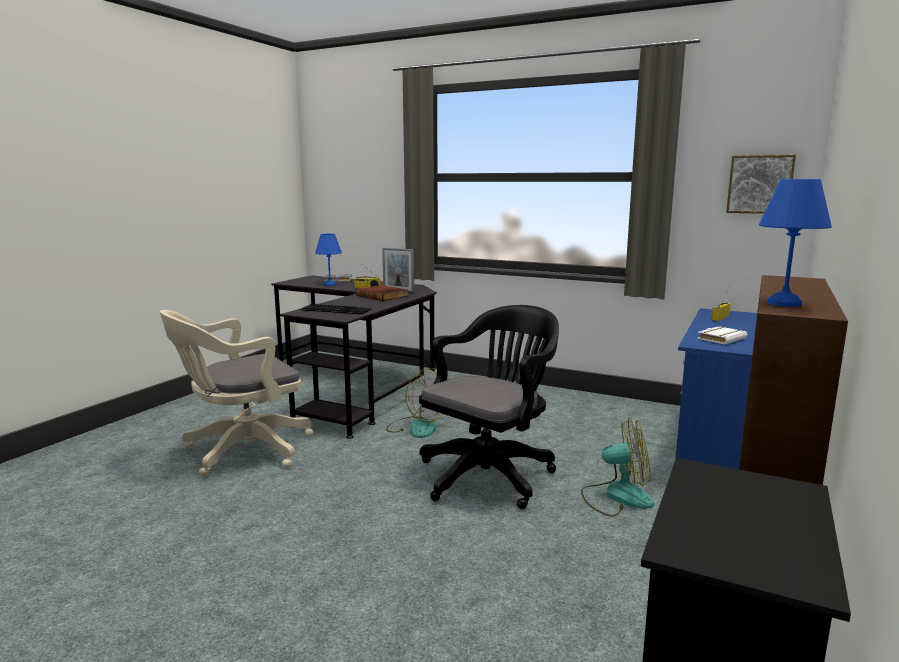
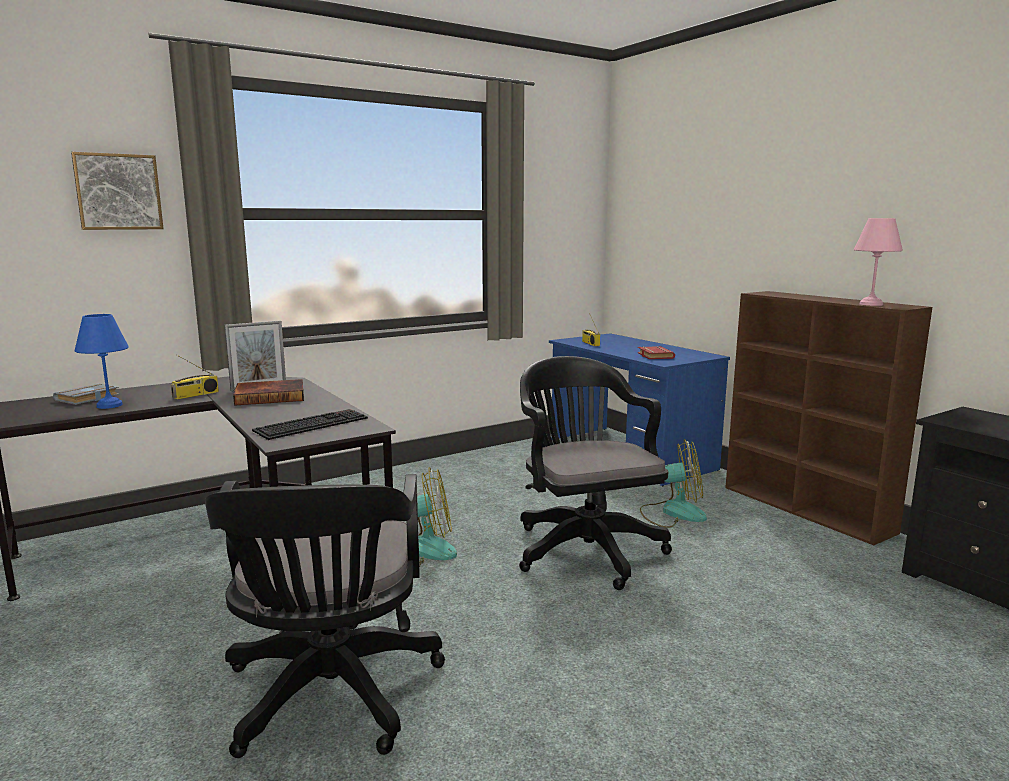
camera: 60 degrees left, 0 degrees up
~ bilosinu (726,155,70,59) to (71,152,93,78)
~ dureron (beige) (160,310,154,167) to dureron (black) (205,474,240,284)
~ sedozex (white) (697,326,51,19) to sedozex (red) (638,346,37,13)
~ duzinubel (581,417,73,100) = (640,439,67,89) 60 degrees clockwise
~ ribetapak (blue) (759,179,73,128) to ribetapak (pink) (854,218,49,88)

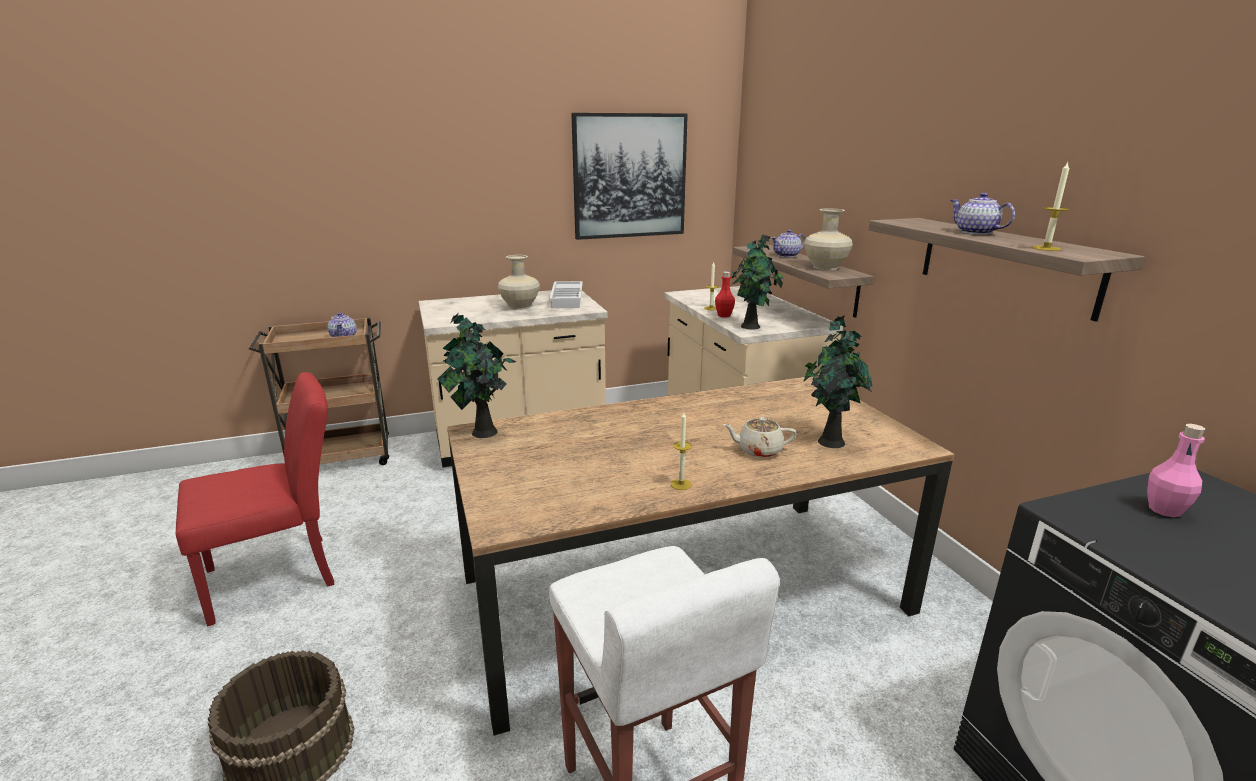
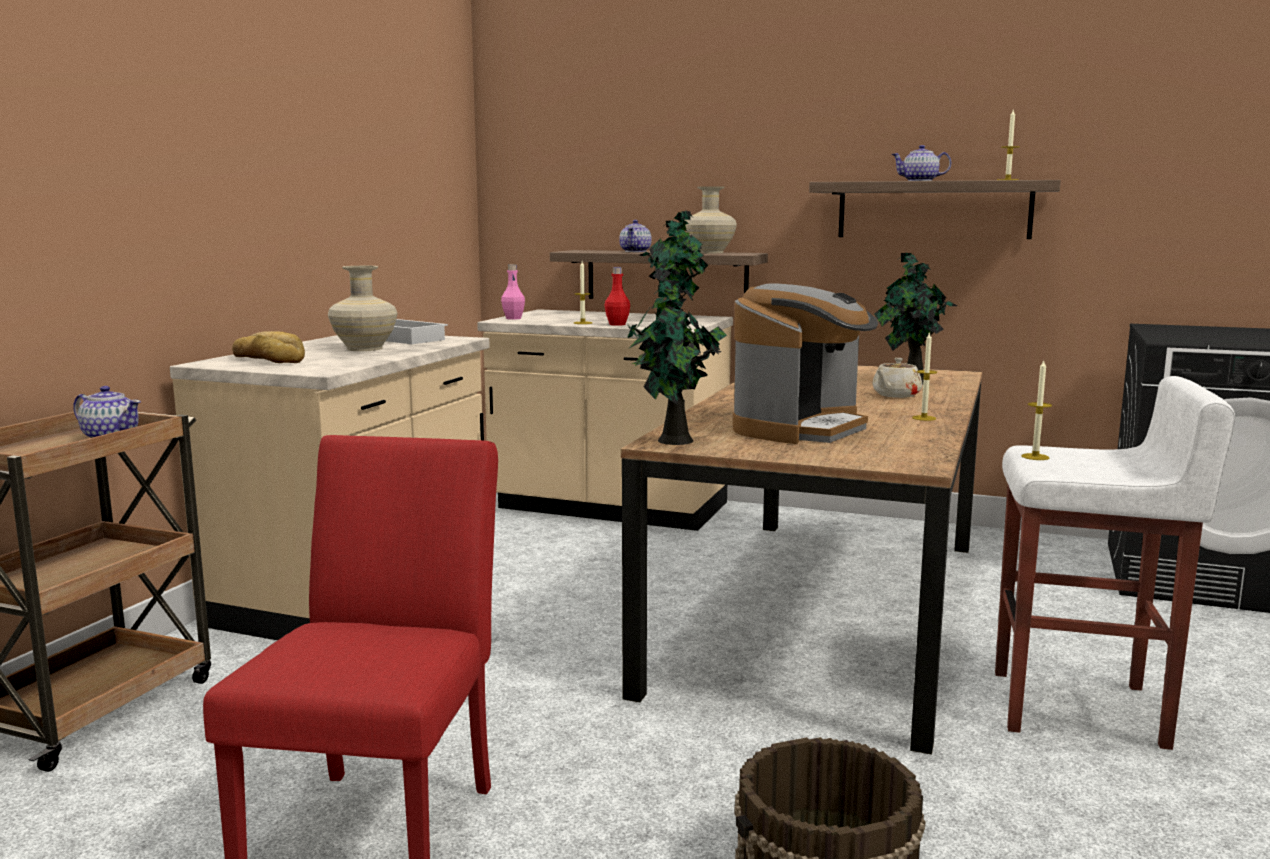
camera: 50 degrees left, 10 degrees down
+ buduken (232,331,73,32)
~ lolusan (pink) (1147,424,58,93) to (501,264,24,56)
+ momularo (733,283,145,161)
+ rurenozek (1021,361,31,99)
- bilosinu (571,113,117,127)

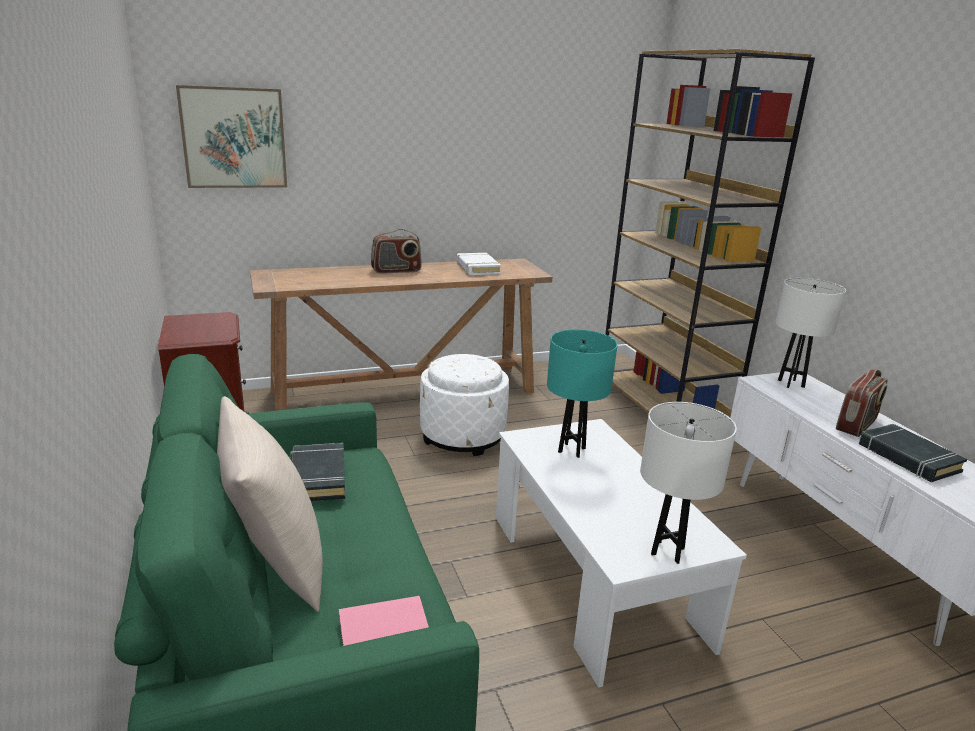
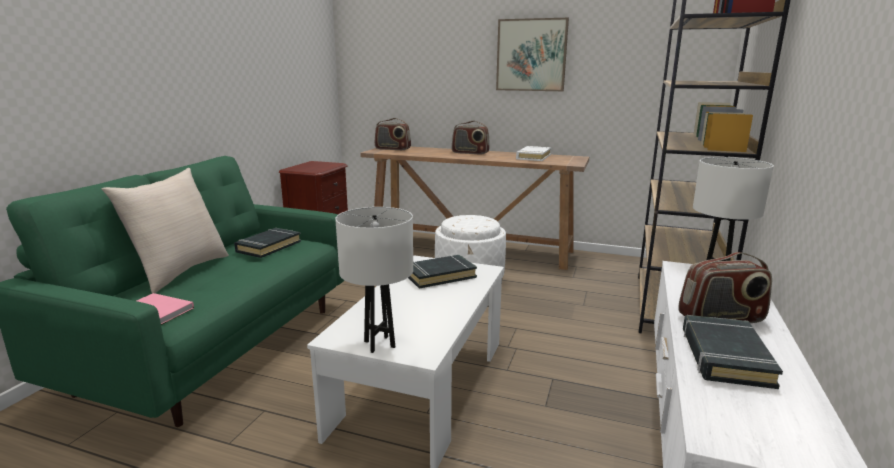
camera: 40 degrees right, 5 degrees down
+ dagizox (375,118,36,32)
~ ribetapak (turquoise) (547,329,71,129) to sedozex (black) (408,255,69,34)
~ bilosinu (176,85,111,103) to (496,18,73,73)

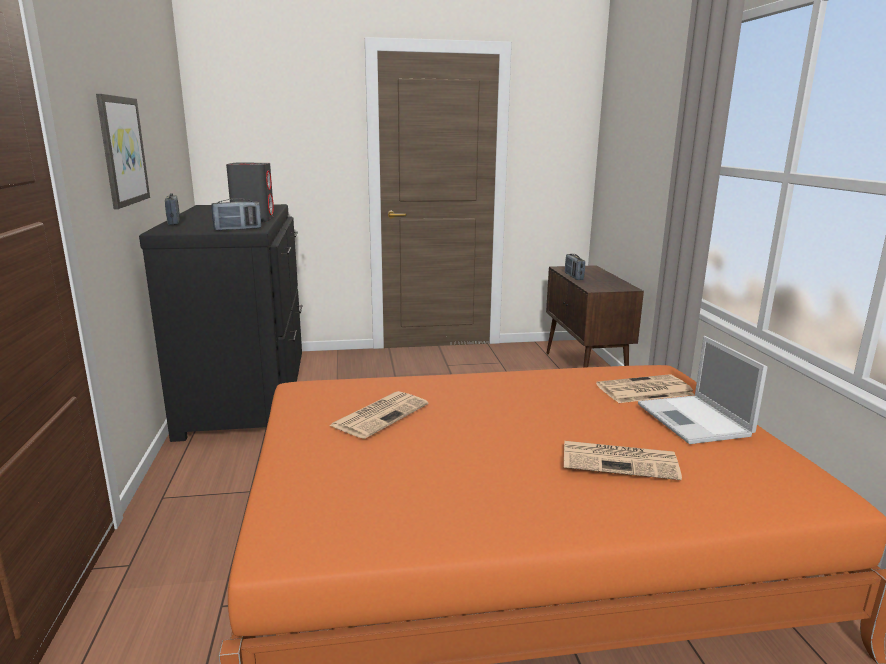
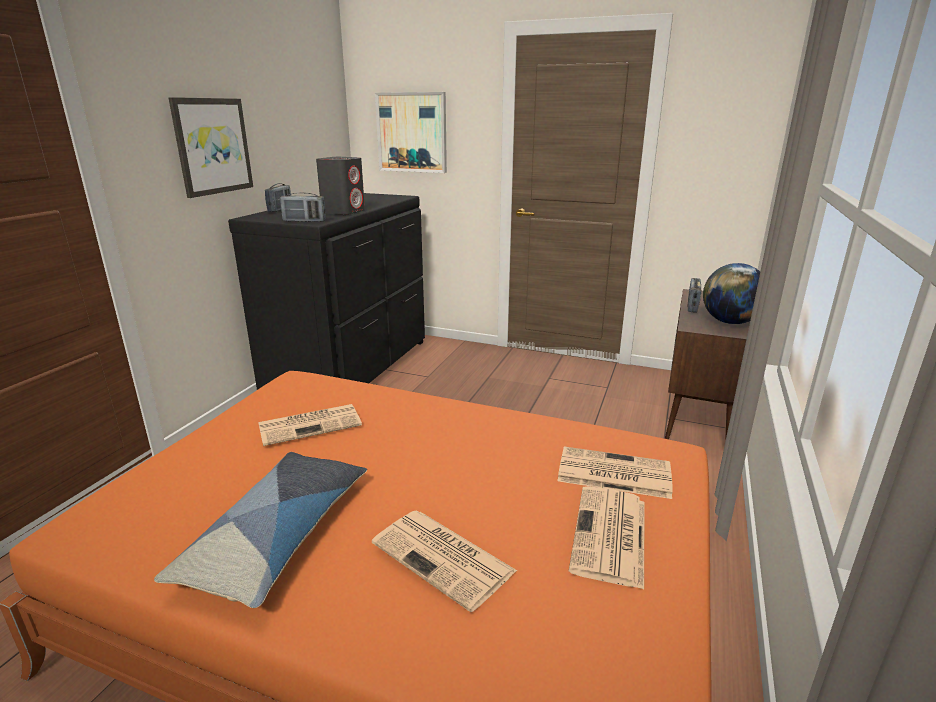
camera: 30 degrees right, 5 degrees up
+ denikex (154,452,213,156)
+ bilosinu (375,92,72,81)
~ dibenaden (638,336,130,108) to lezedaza (569,486,76,103)
+ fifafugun (703,263,57,61)

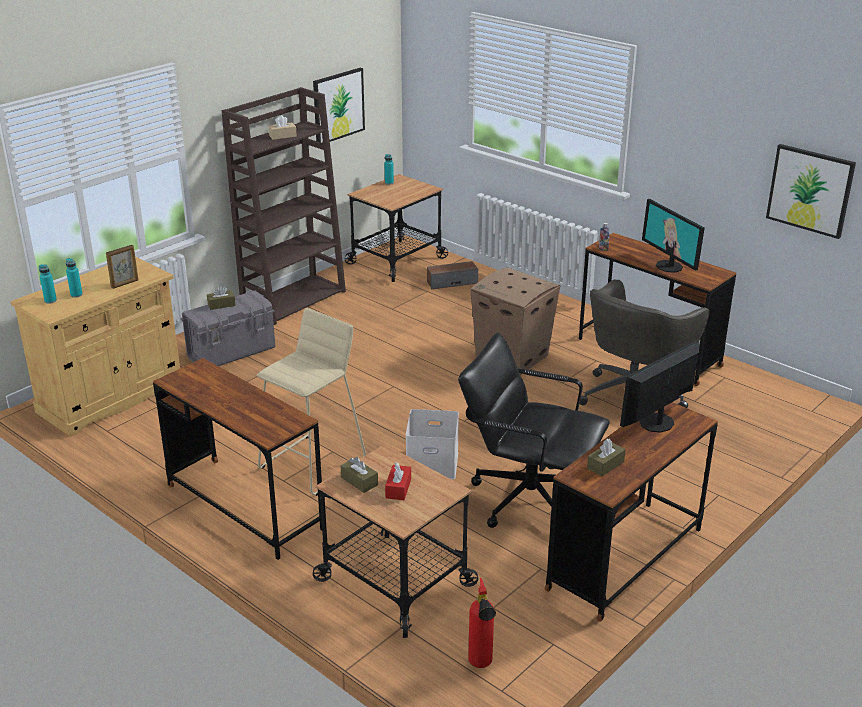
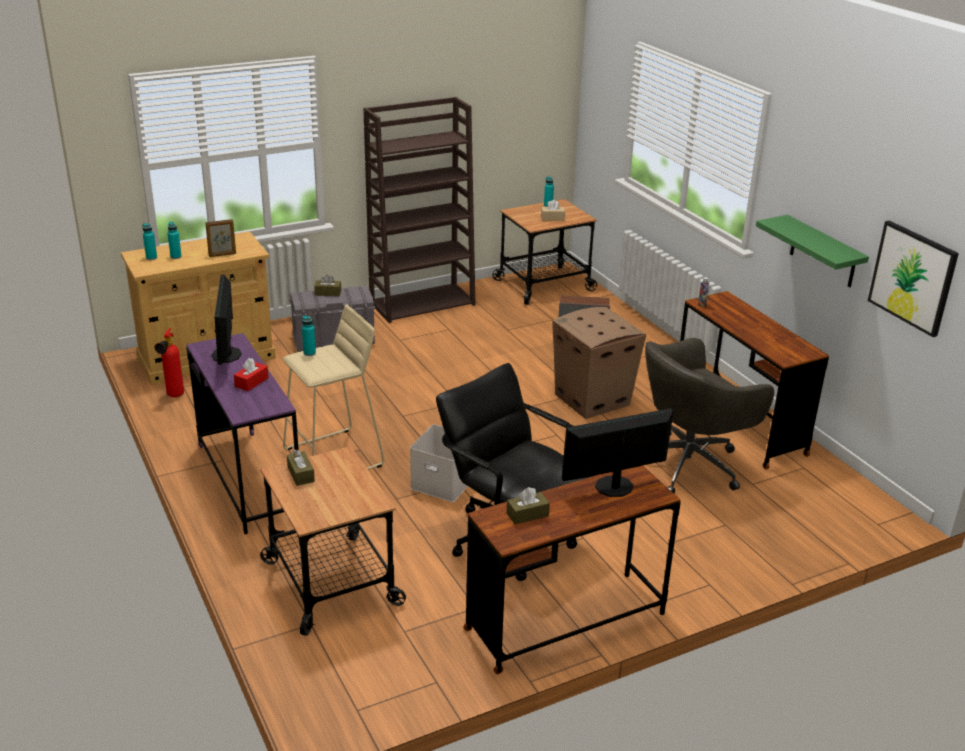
camera: 20 degrees right, 0 degrees up
~ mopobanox (468,578,28,90) to (155,328,29,69)
~ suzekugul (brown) (153,358,169,202) to suzekugul (purple) (186,333,113,201)
~ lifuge (642,199,63,74) to (211,274,31,91)
~ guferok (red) (385,462,26,38) to (234,358,35,33)
+ lolusan (turquoise) (302,316,14,40)
~ guferok (beige) (269,115,28,25) to (541,200,24,21)
+ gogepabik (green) (756,215,113,72)
- bilosinu (313,68,52,75)

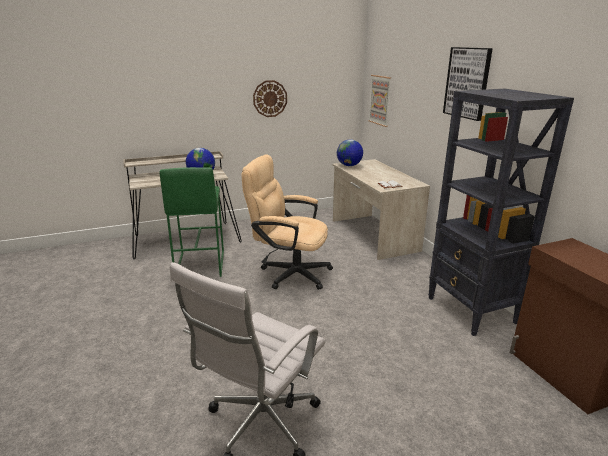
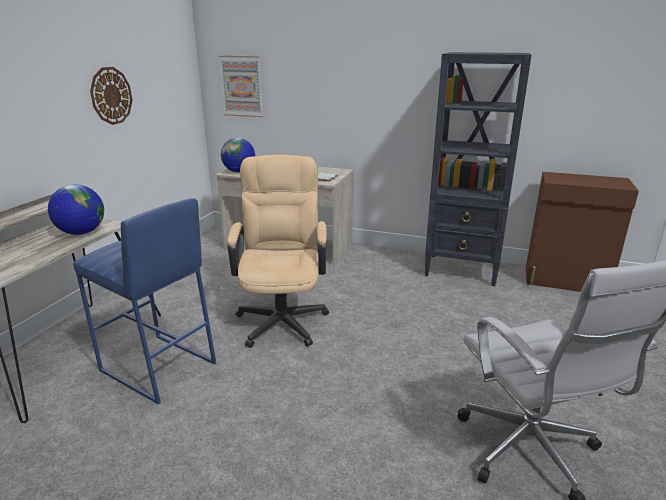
camera: 50 degrees left, 0 degrees up
~ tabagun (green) (159,167,65,110) to tabagun (blue) (73,198,143,206)
~ dureron (beige) (242,154,91,136) = (227,155,102,193) 120 degrees clockwise
- bilosinu (443,47,50,74)

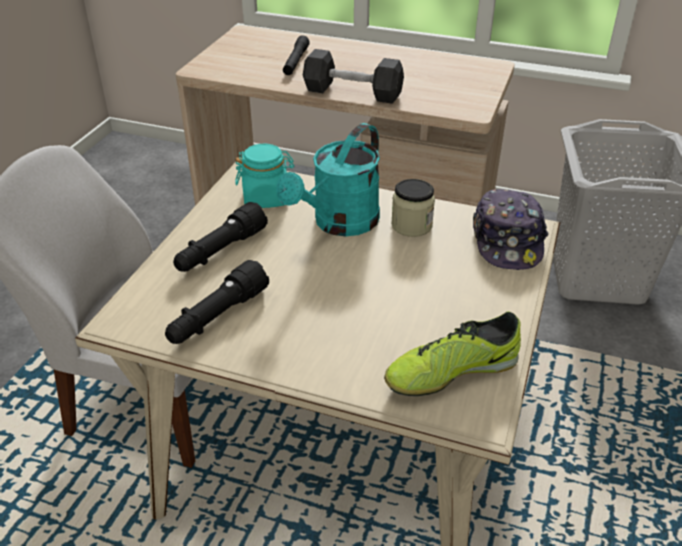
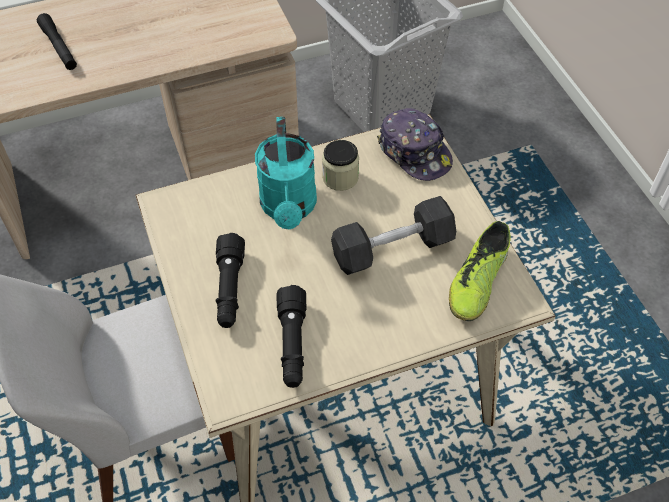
camera: 40 degrees left, 15 degrees up
~ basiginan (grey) (303,49,101,55) to (331,196,125,79)
- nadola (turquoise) (235,143,59,65)

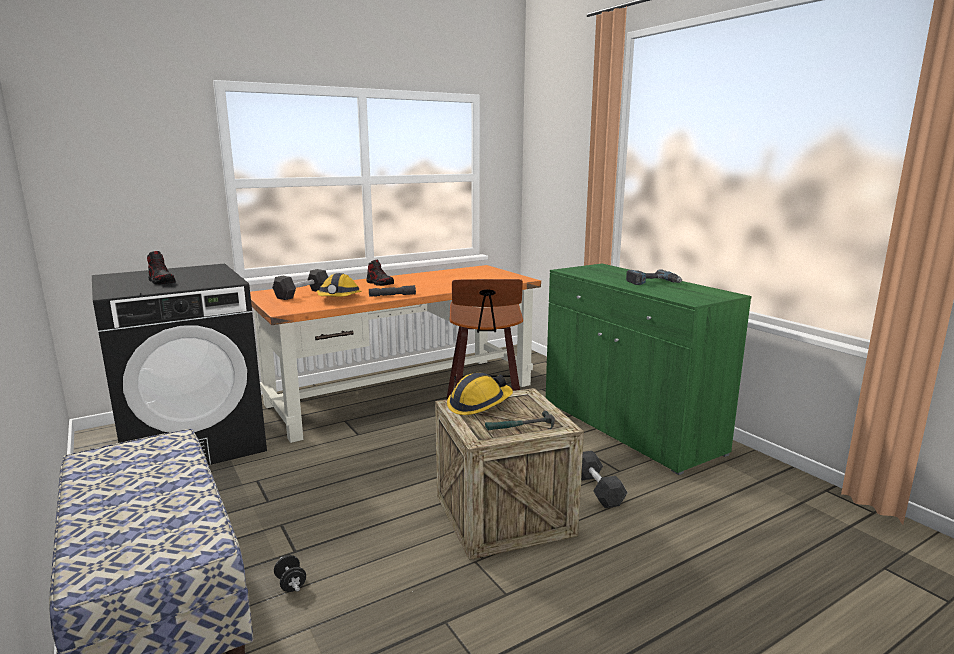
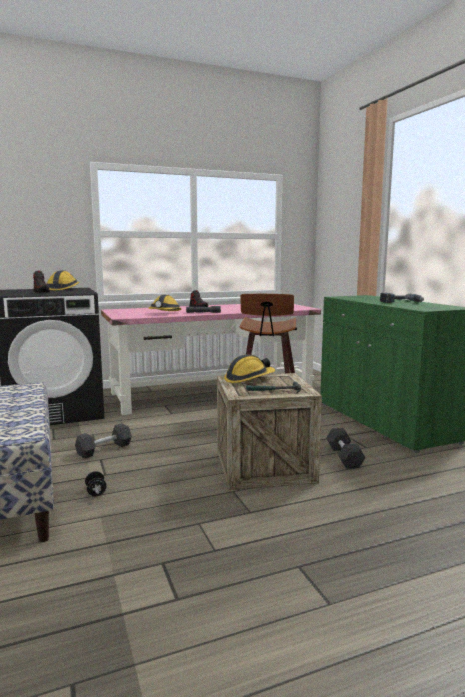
camera: 10 degrees right, 5 degrees down
+ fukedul (46,270,34,20)
~ basiginan (black) (272,269,57,31) to (75,423,57,36)
~ suzekugul (orange) (250,265,291,178) to suzekugul (pink) (101,304,220,111)

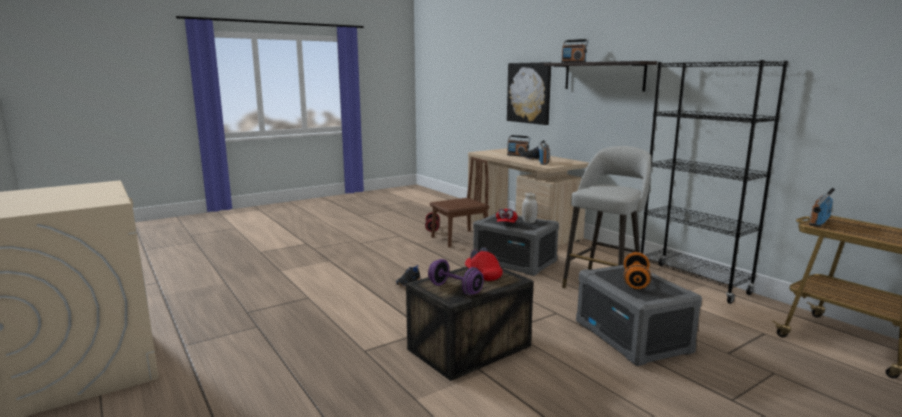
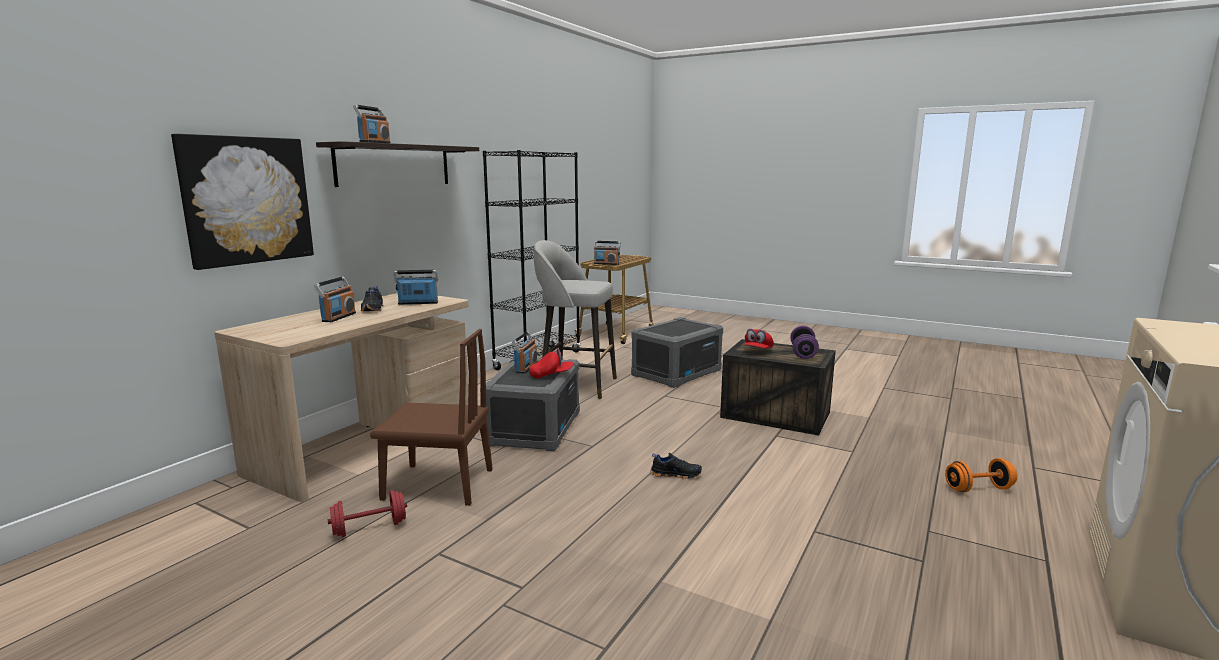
camera: 115 degrees left, 0 degrees up
~ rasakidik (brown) (430,157,59,90) = (370,329,123,177) 150 degrees clockwise
~ nadola (white) (522,193,16,30) to dagizox (512,331,25,43)
~ basiginan (orange) (624,252,27,37) to (945,458,72,35)

